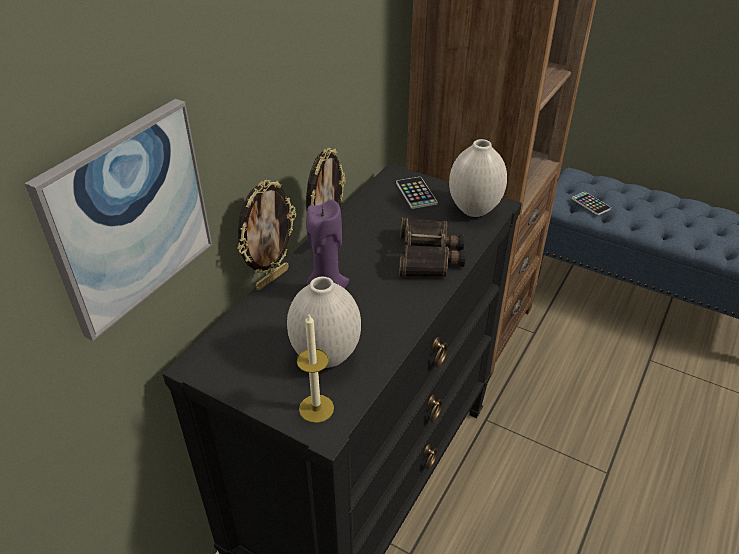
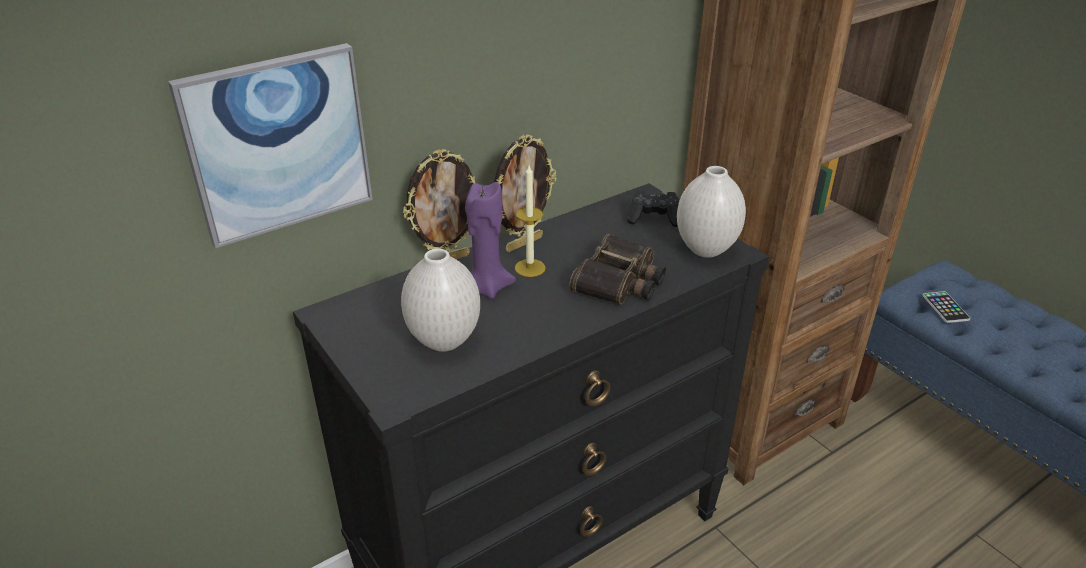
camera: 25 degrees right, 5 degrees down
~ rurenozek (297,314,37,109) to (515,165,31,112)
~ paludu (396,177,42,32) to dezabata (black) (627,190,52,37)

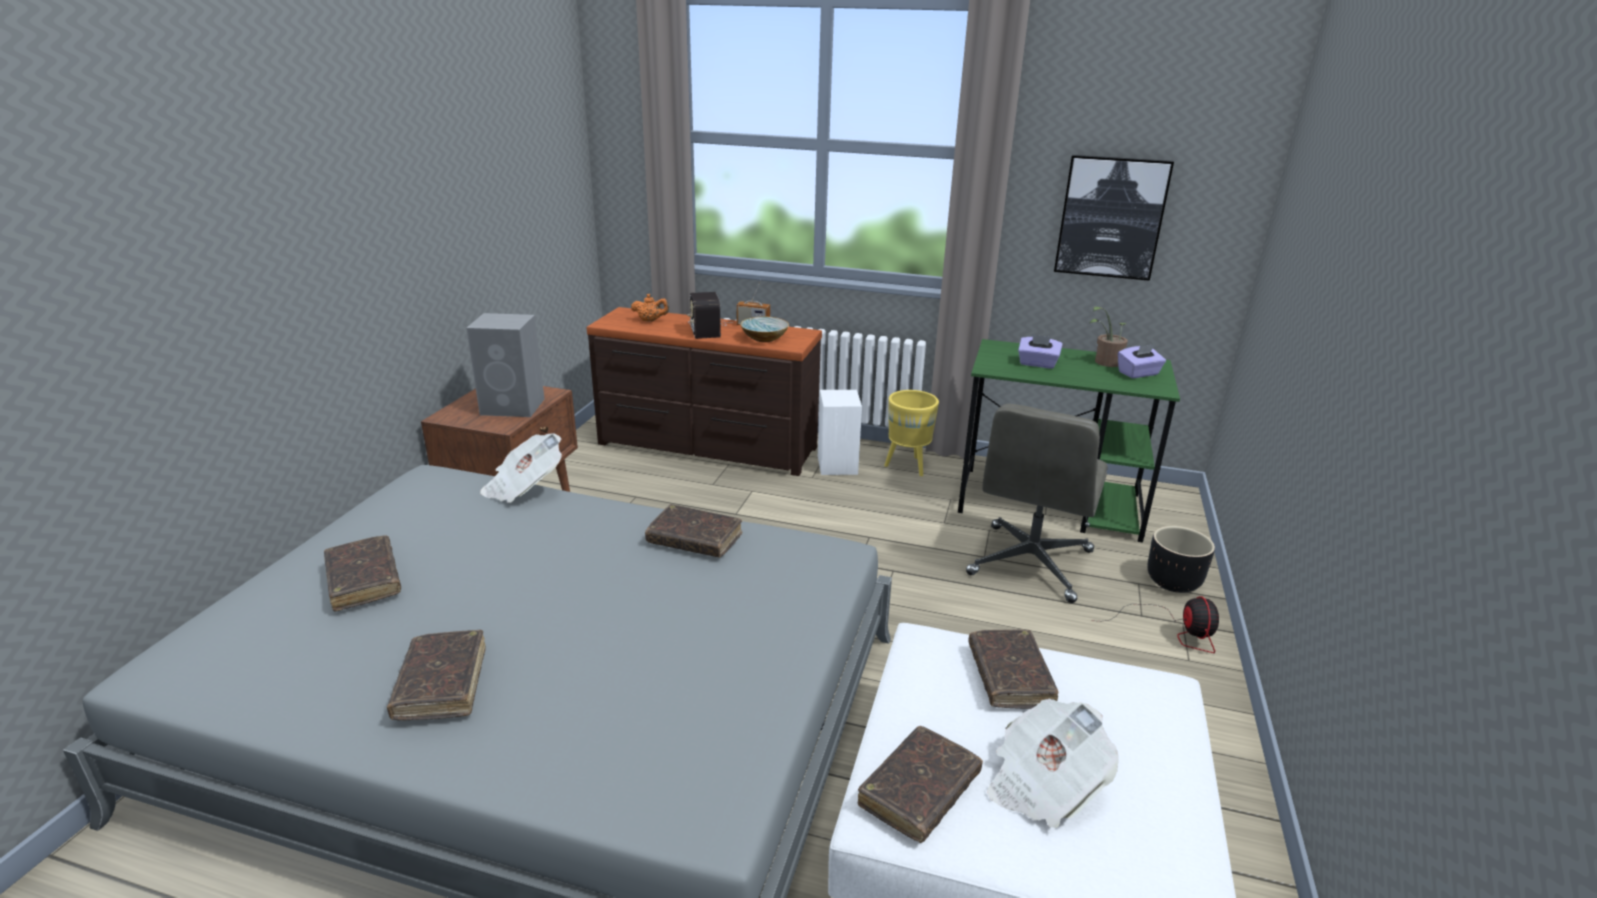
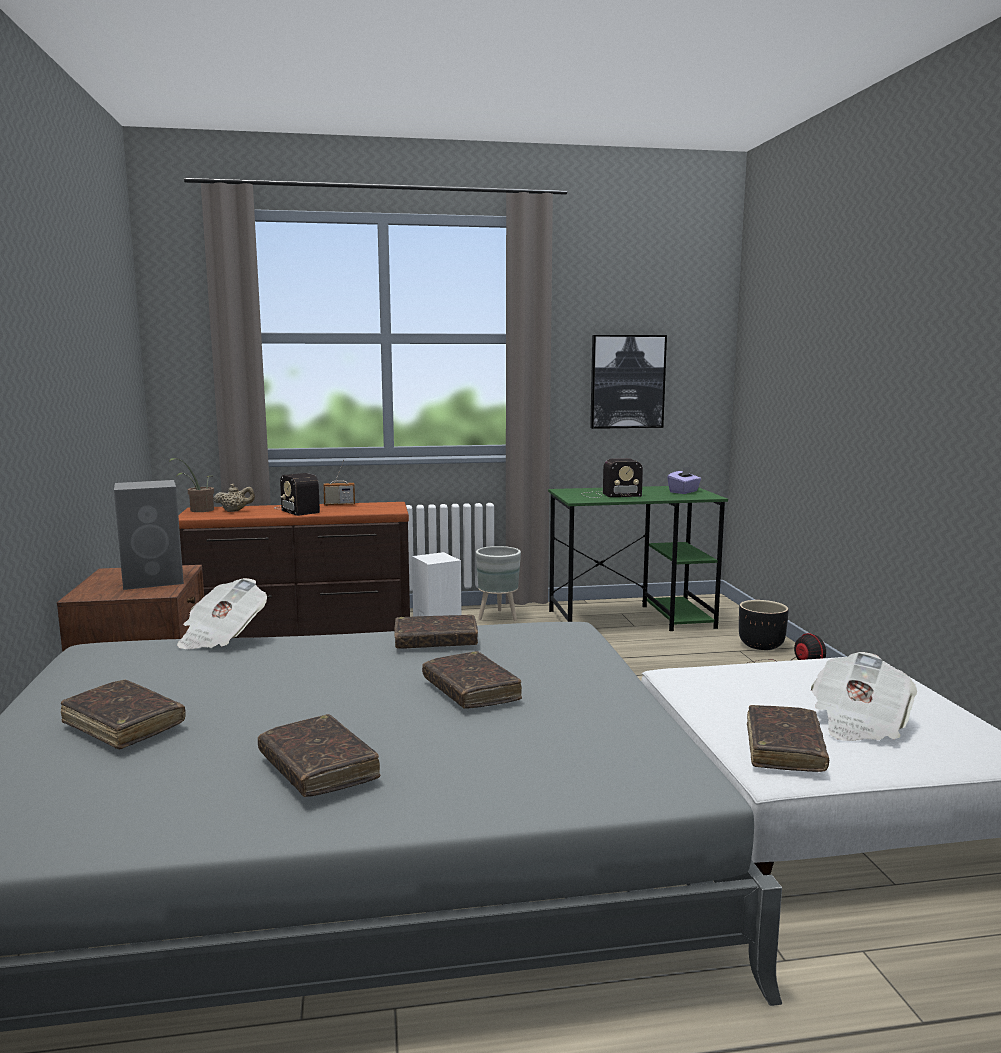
camera: 25 degrees left, 15 degrees down
~ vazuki (1089,306,39,61) to (169,458,45,54)
~ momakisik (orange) (631,294,38,28) to momakisik (beige) (213,484,42,28)
~ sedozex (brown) (968,630,90,79) to (422,651,100,57)
~ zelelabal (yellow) (884,390,55,86) to zelelabal (grey) (476,546,45,75)
~ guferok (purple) (1018,334,45,35) to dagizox (582,458,61,40)
- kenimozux (740,317,49,25)
- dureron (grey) (966,404,142,199)

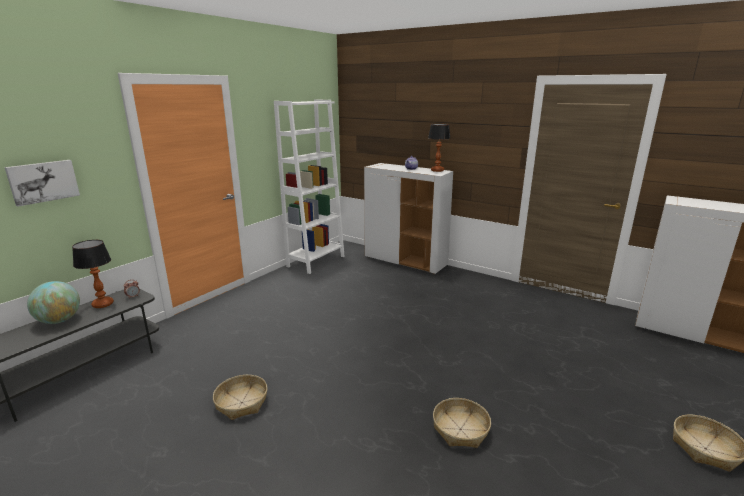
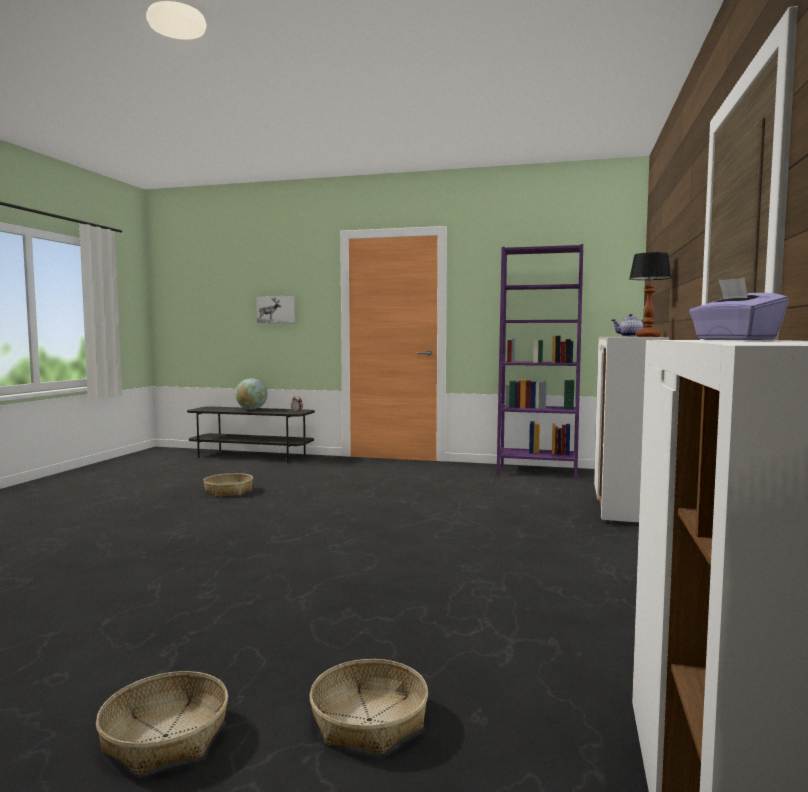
camera: 70 degrees right, 15 degrees down
~ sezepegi (433,398,58,50) to (309,659,119,96)
~ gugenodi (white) (274,100,71,174) to gugenodi (purple) (497,244,86,235)
+ guferok (purple) (689,277,99,63)
- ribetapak (72,240,42,68)

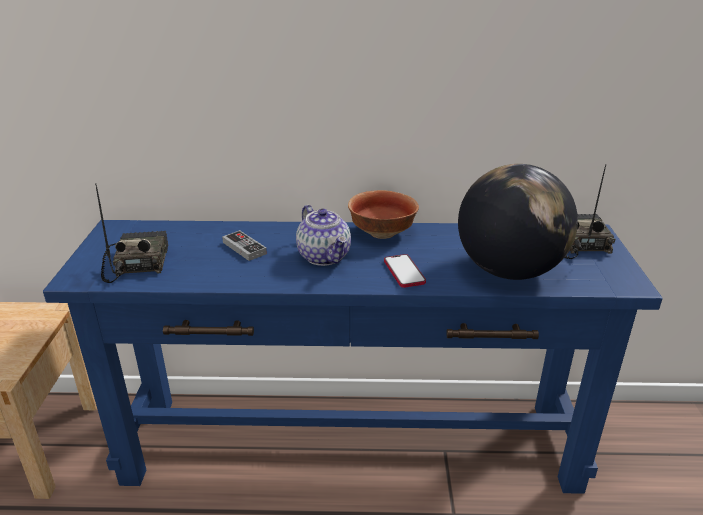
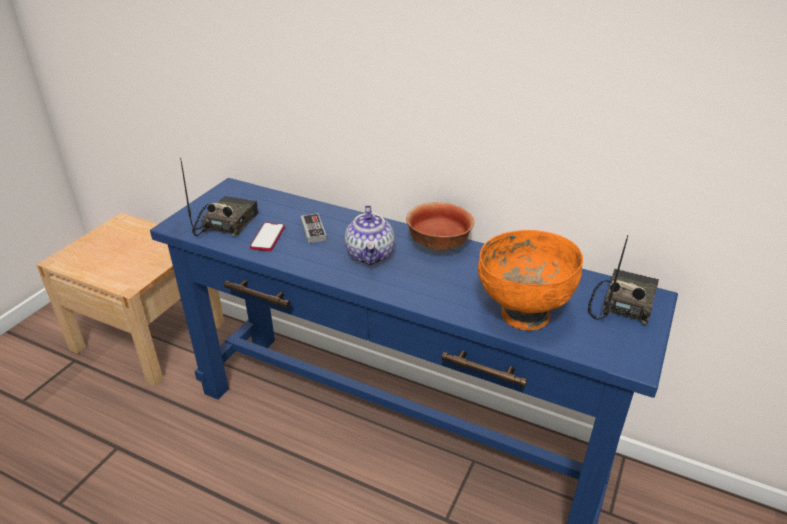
camera: 25 degrees right, 5 degrees up
~ paludu (384,254,42,34) to (250,222,35,29)
~ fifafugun (458,164,120,116) to kenimozux (orange) (478,230,105,100)

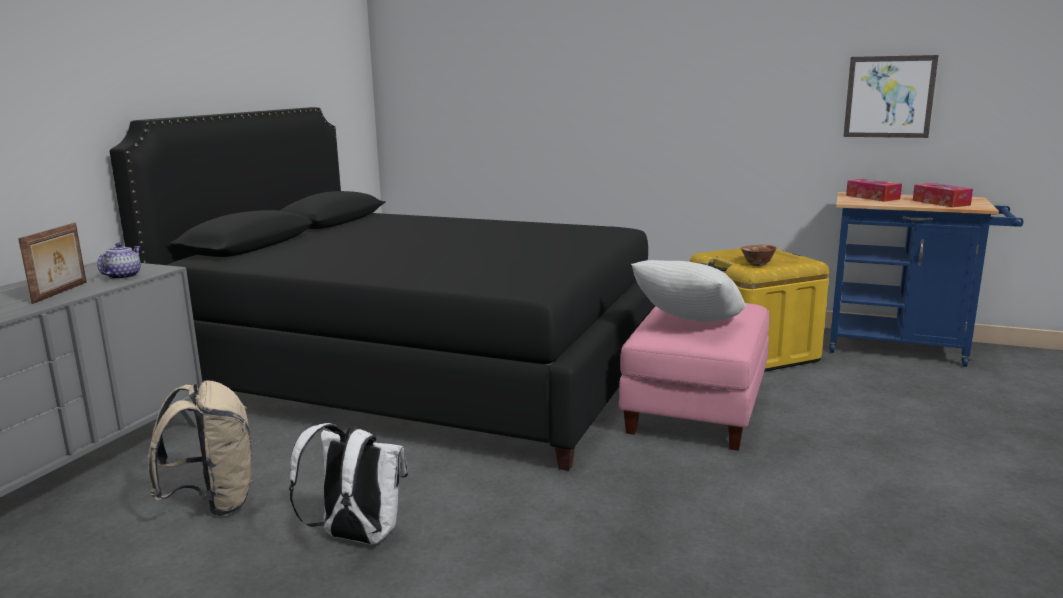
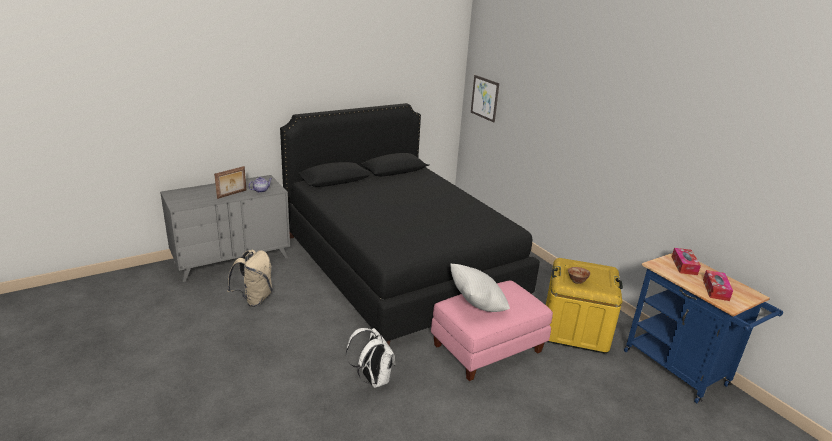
camera: 35 degrees right, 10 degrees up
~ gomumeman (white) (289,423,119,121) to (346,328,49,60)
~ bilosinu (843,55,95,83) to (471,75,28,48)

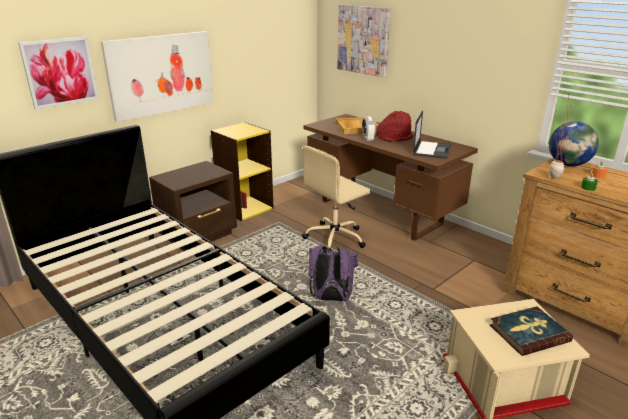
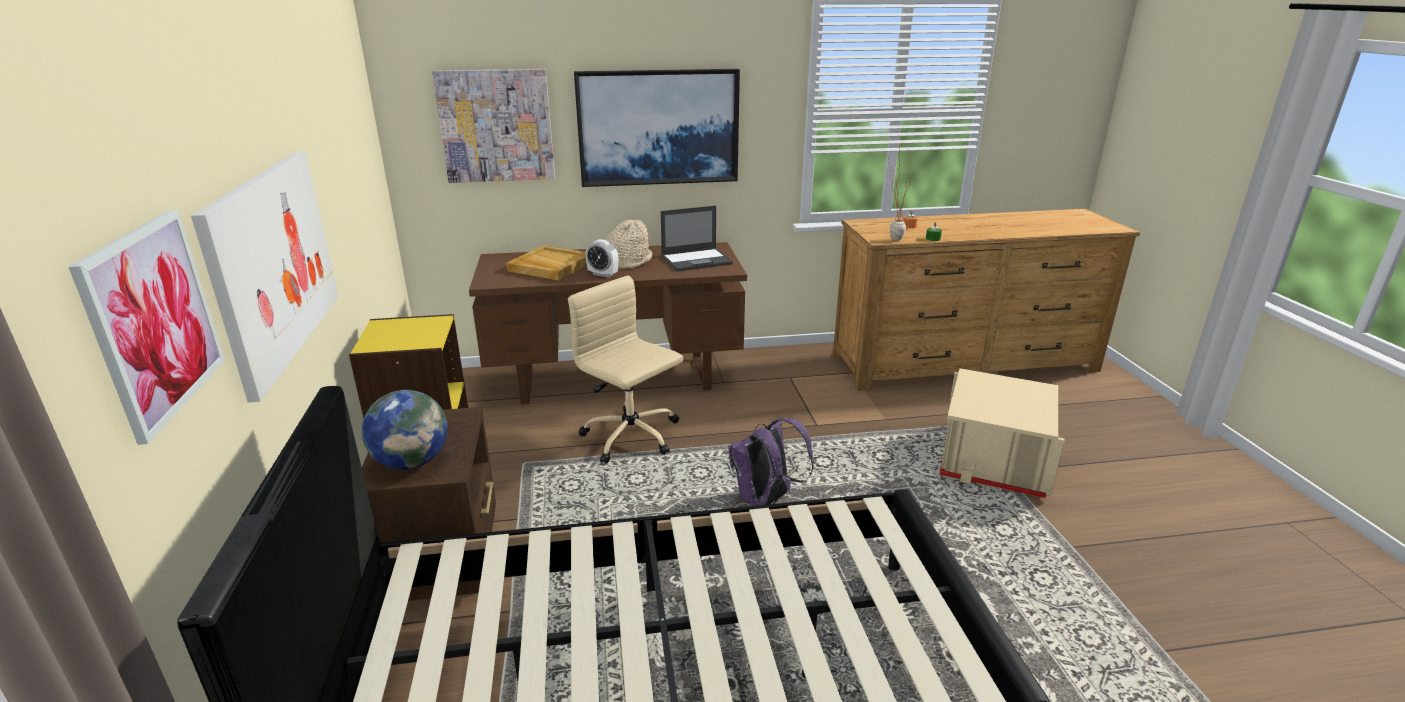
camera: 55 degrees left, 0 degrees up
~ fifafugun (549,121,50,45) to (362,390,85,80)
~ dureron (beige) (302,146,69,106) = (568,276,115,188) 135 degrees clockwise
+ bilosinu (574,69,166,118)
~ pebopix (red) (376,111,37,31) to pebopix (beige) (606,220,46,49)
~ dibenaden (412,111,39,48) = (661,206,72,66) 105 degrees clockwise
- sedozex (490,306,83,50)

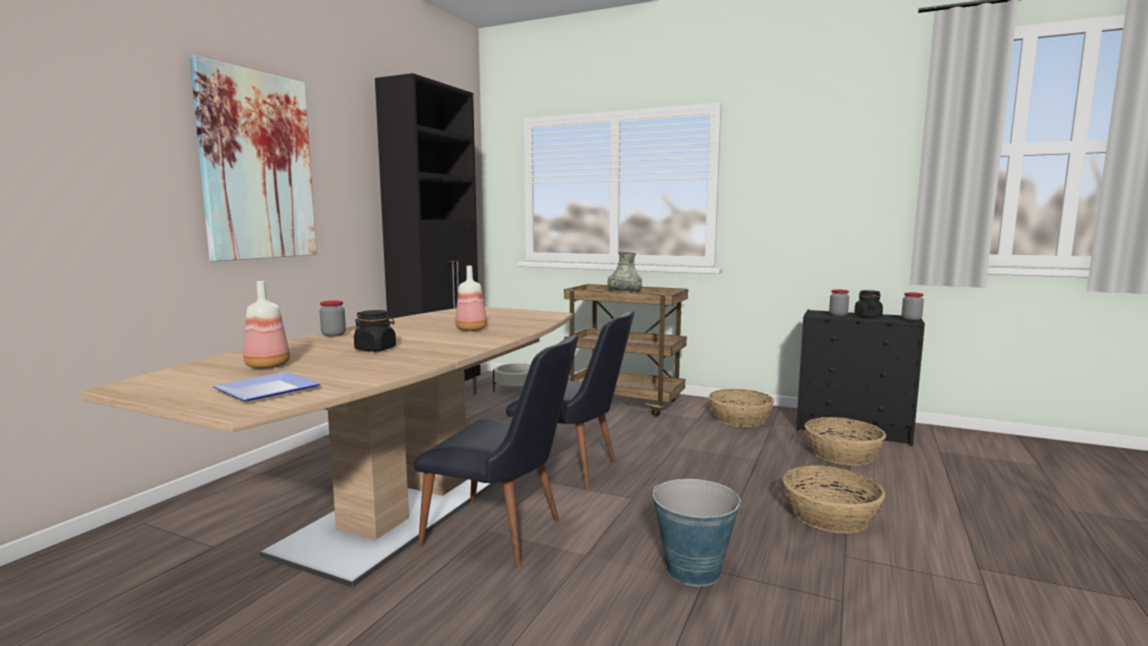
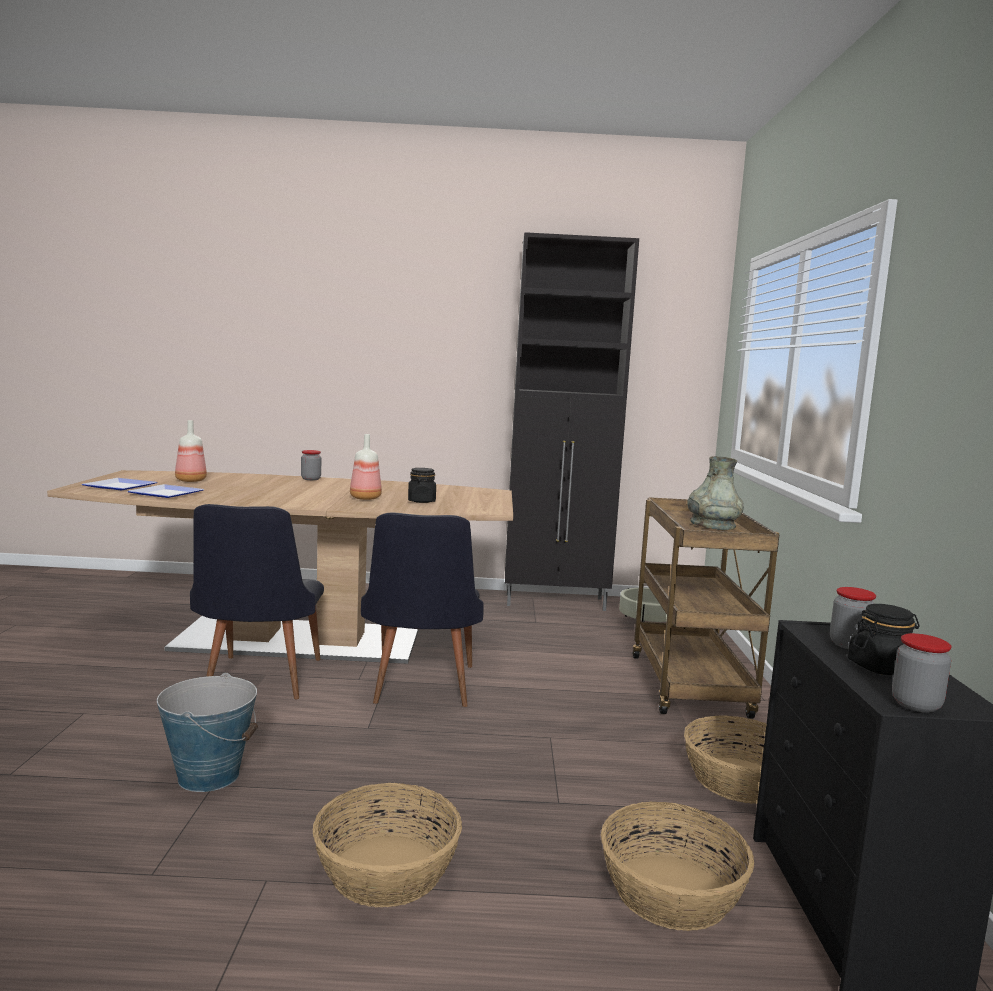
camera: 65 degrees right, 0 degrees up
+ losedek (127,484,77,14)
~ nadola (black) (354,310,42,42) to (408,468,28,35)
- bilosinu (189,55,128,206)

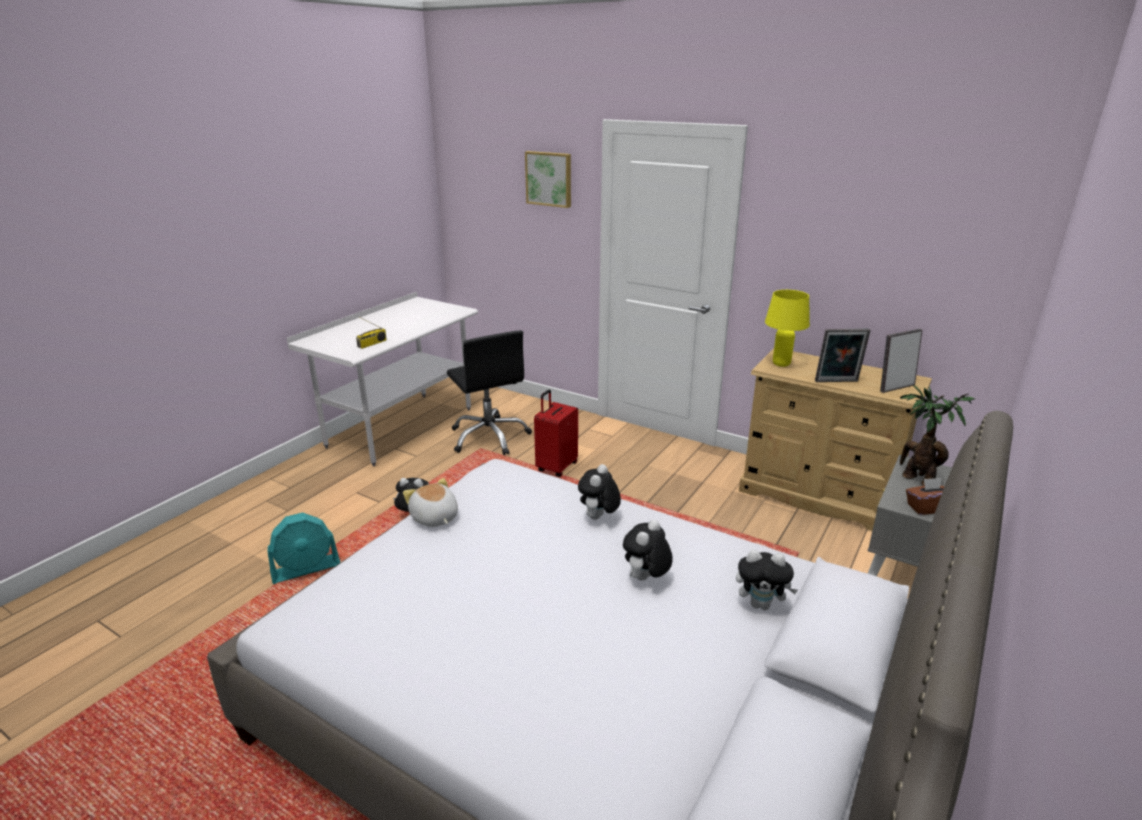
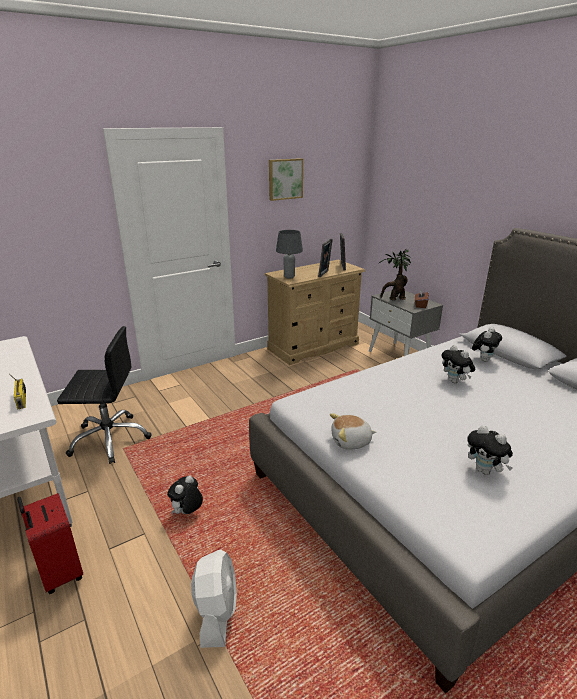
camera: 65 degrees left, 0 degrees up
~ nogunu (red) (534,390,44,87) to (17,493,66,101)
~ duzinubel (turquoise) (267,512,73,72) to duzinubel (white) (191,549,46,99)
~ bilosinu (525,151,46,57) to (269,158,34,43)
~ ribetapak (yellow) (765,290,45,77) to ribetapak (grey) (276,230,27,49)
~ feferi (578,464,43,56) to (467,425,46,50)

